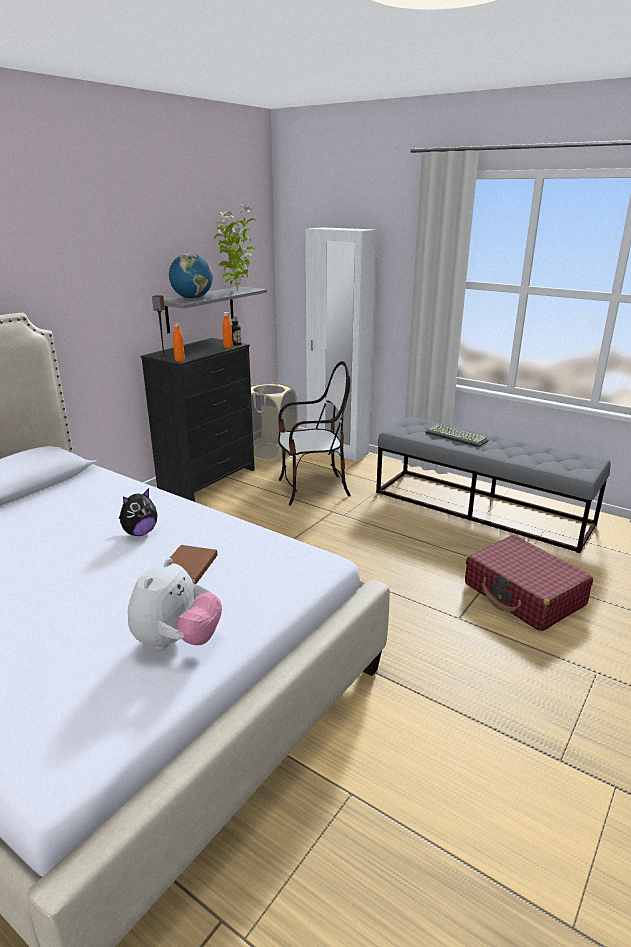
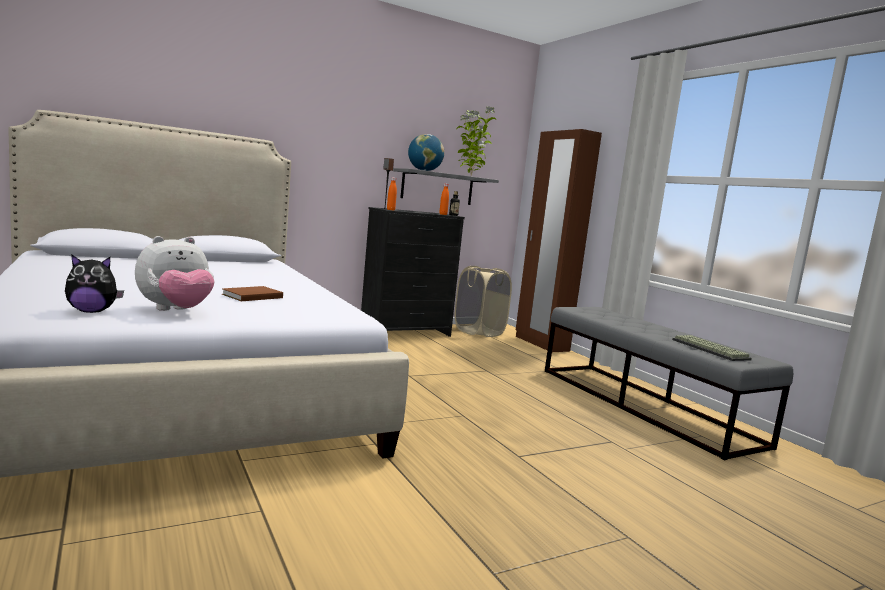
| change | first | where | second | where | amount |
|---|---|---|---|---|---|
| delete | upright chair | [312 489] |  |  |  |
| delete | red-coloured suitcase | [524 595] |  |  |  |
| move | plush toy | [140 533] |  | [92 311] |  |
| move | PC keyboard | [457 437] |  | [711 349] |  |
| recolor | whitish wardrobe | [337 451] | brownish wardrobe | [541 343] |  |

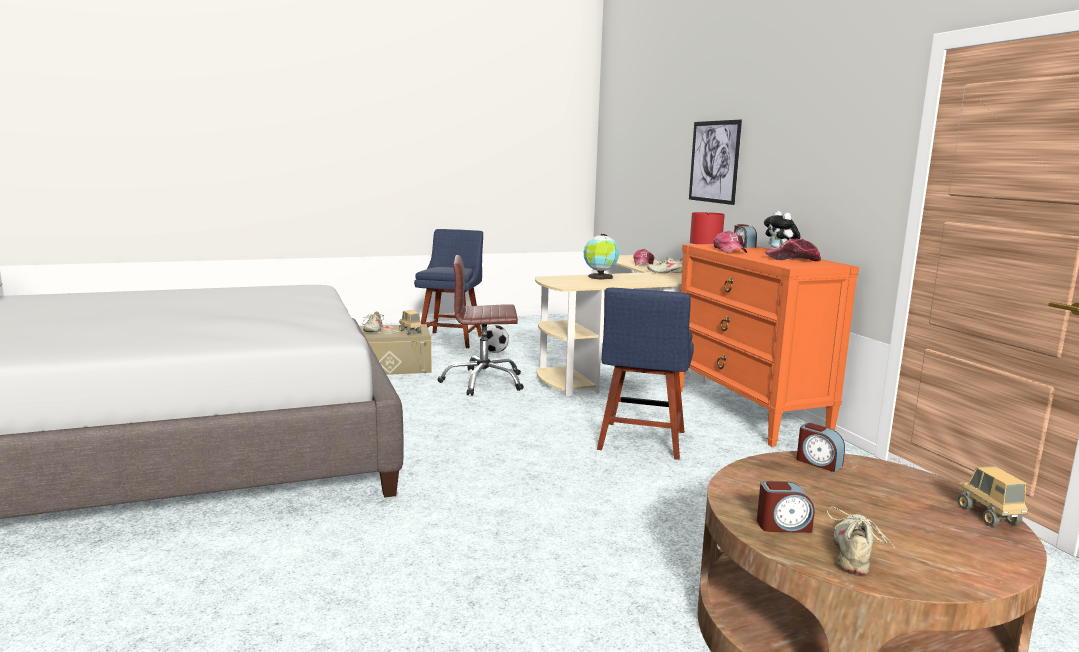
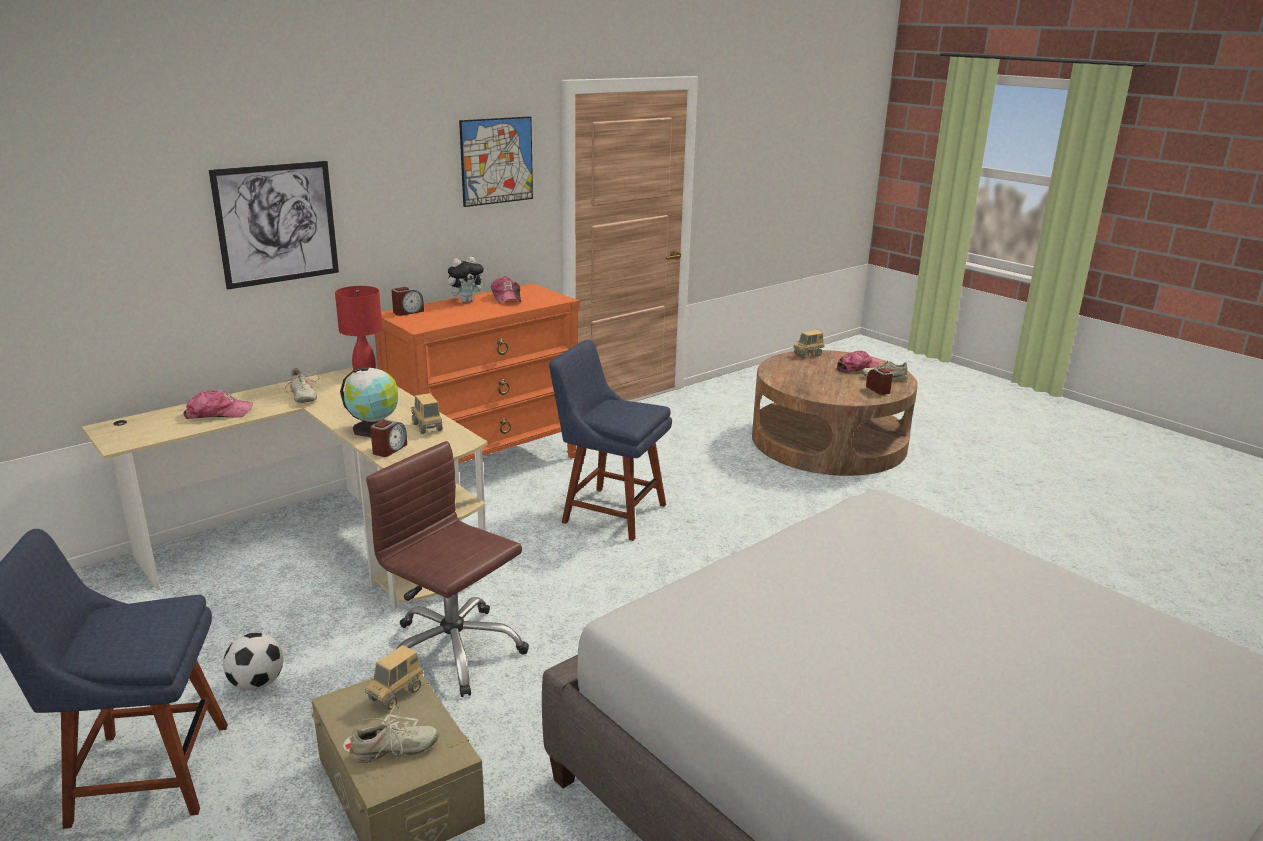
| change | first | where | second | where | amount |
|---|---|---|---|---|---|
| insert |  |  | toy truck | [427 427] |  |
| insert |  |  | wall picture | [497 161] |  |
| move | peaked cap | [729 250] |  | [857 368] |  |
| move | alarm clock | [818 462] |  | [389 449] |  |
| rotate | brownish office chair | [483 382] |  | [453 651] | 150 degrees clockwise |
| rotate | blue upright chair | [641 442] |  | [609 512] | 150 degrees counterclockwise |

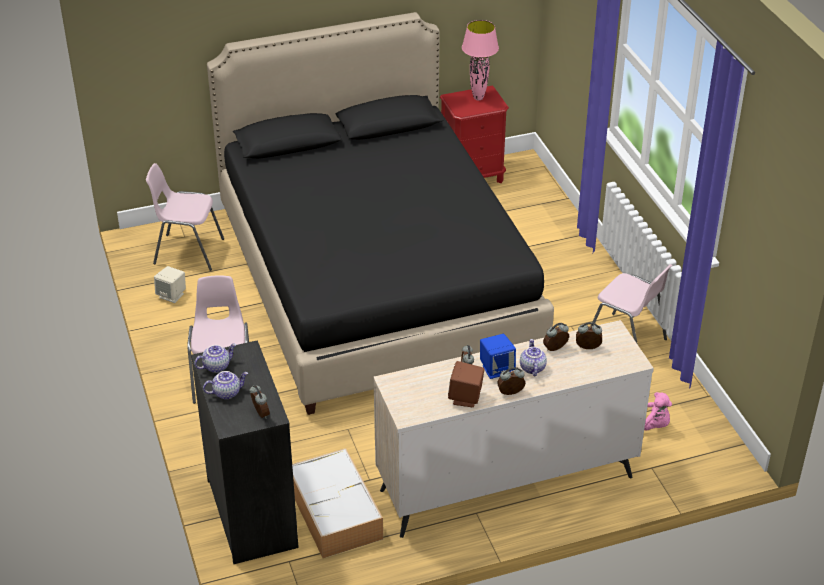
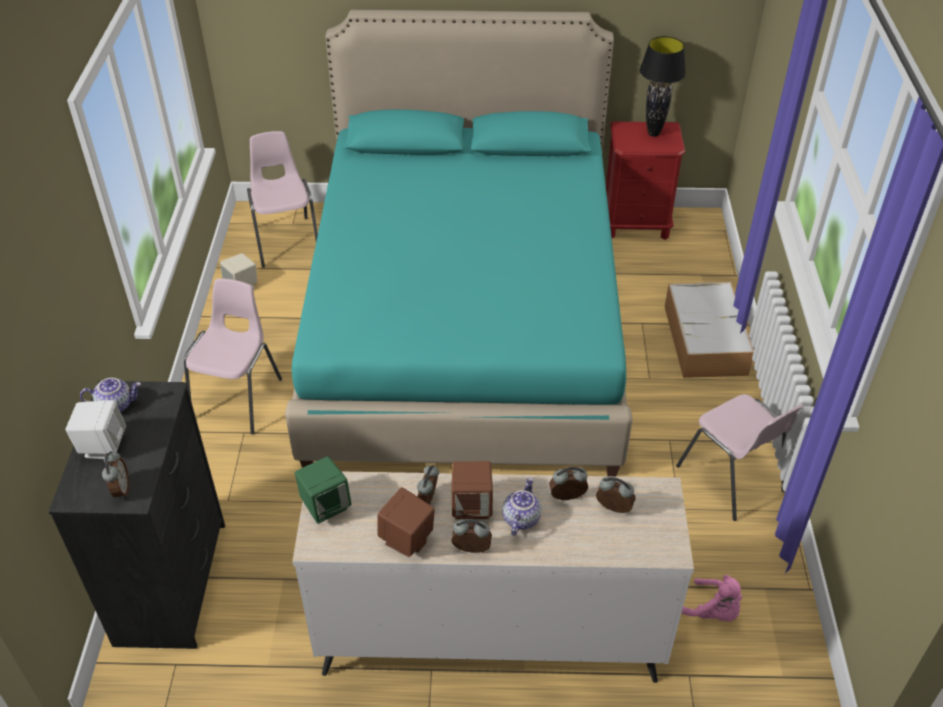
| change | first | where | second | where | amount |
|---|---|---|---|---|---|
| insert |  |  | green-coloured audio speaker | [325 506] |  |
| move | storage box | [336 513] |  | [706 341] |  |
| replace | pot for tea | [227 392] | whitish audio speaker | [103 446] |  |
| recolor | black-coloured bedroom bed | [375 282] | turquoise-coloured bedroom bed | [464 324] |  |
| recolor | pink lamp for a table | [478 98] | black-coloured lamp for a table | [654 133] |  |
| recolor | blue audio speaker | [496 369] | brownish audio speaker | [472 506] |  |
| rotate | pink upright chair | [188 251] |  | [286 241] | 45 degrees clockwise |

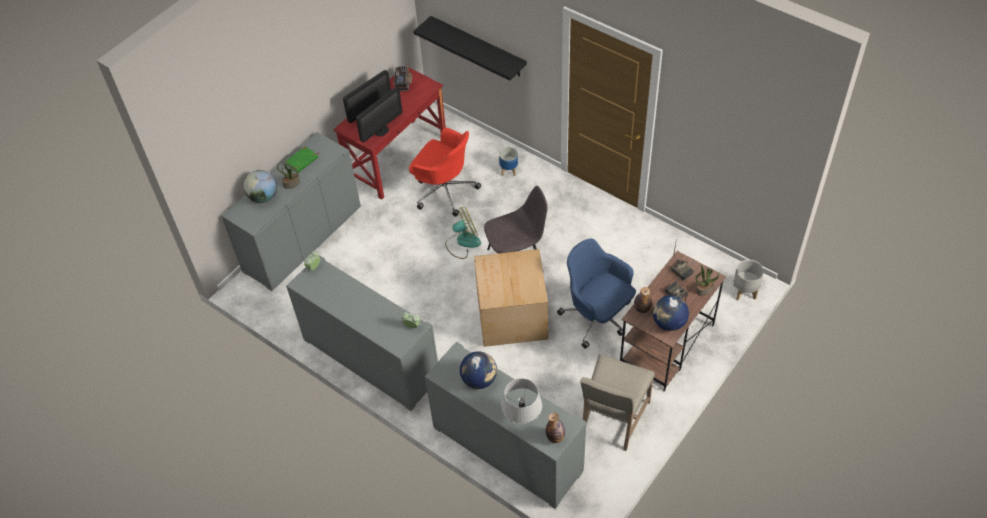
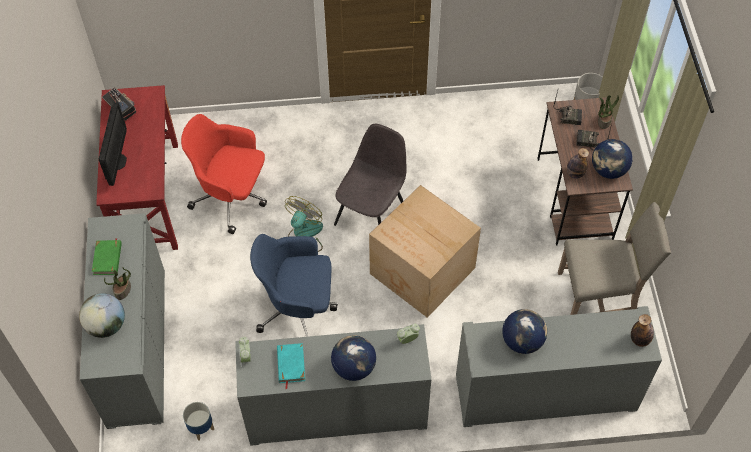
| change | first | where | second | where | amount |
|---|---|---|---|---|---|
| delete | computer display | [381 130] |  |  |  |
| delete | black-coloured shelf | [478 47] |  |  |  |
| delete | greyish lamp for a table | [522 418] |  |  |  |
| insert |  |  | turquoise-coloured book | [290 365] |  |
| insert |  |  | world globe | [354 367] |  |
| move | planter | [508 170] |  | [201 428] |  |
| move | blue office chair | [597 317] |  | [298 309] |  |
| rotate | red-coloured office chair | [444 190] |  | [232 197] | 150 degrees counterclockwise |
| rotate | sand-coloured upright chair | [612 419] |  | [599 296] | 75 degrees counterclockwise |

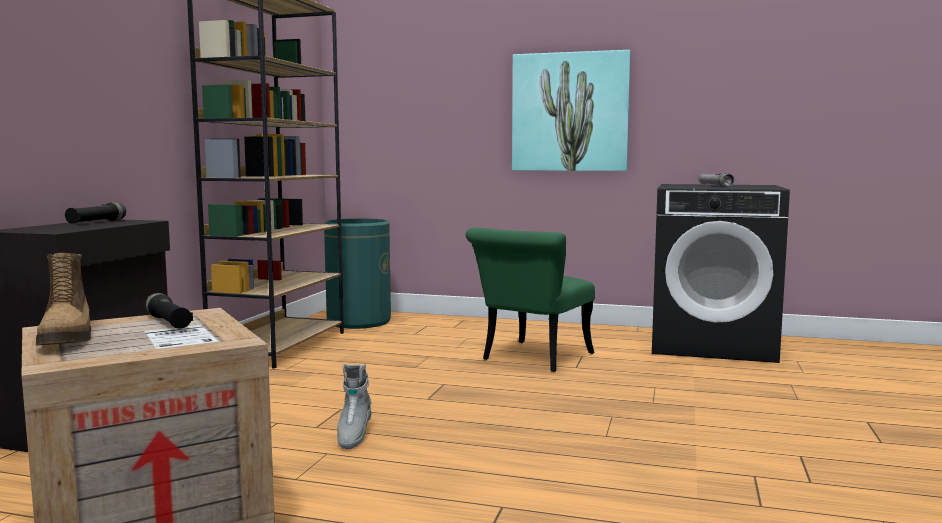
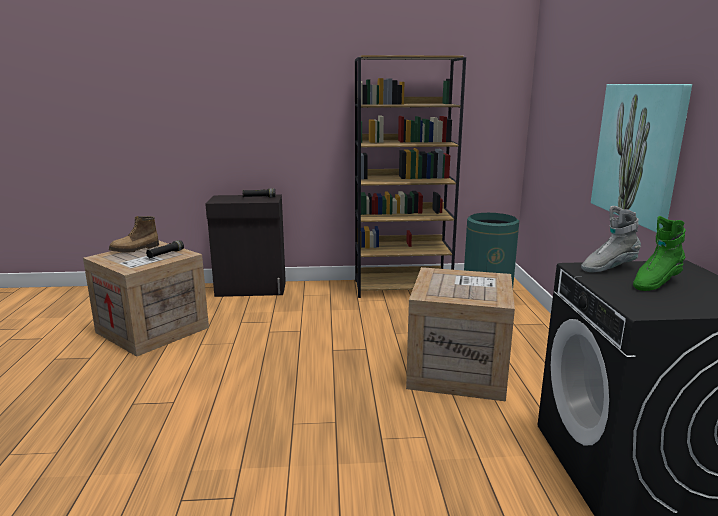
| change | first | where | second | where | amount |
|---|---|---|---|---|---|
| move | greyish high-top boot | [353 436] |  | [608 268] |  |
| replace | green-coloured upright chair | [531 359] | shipping crate | [456 369] |  |
| replace | greyish hand torch | [715 186] | green-coloured high-top boot | [655 283] |  |

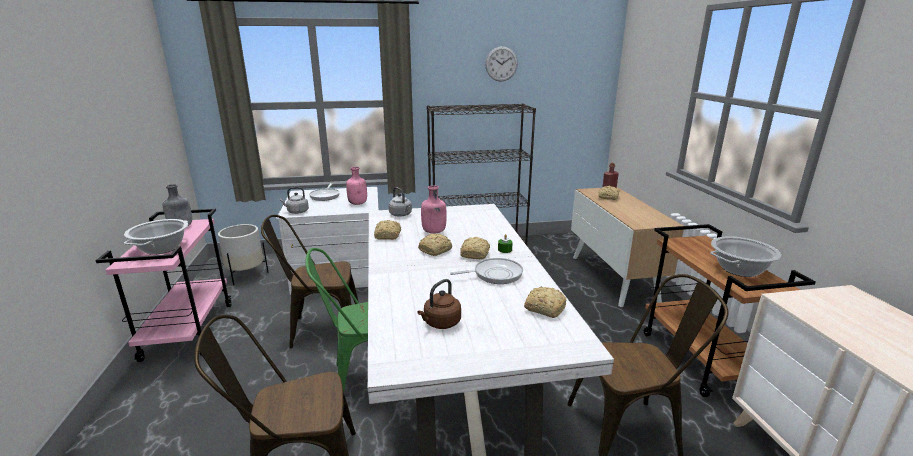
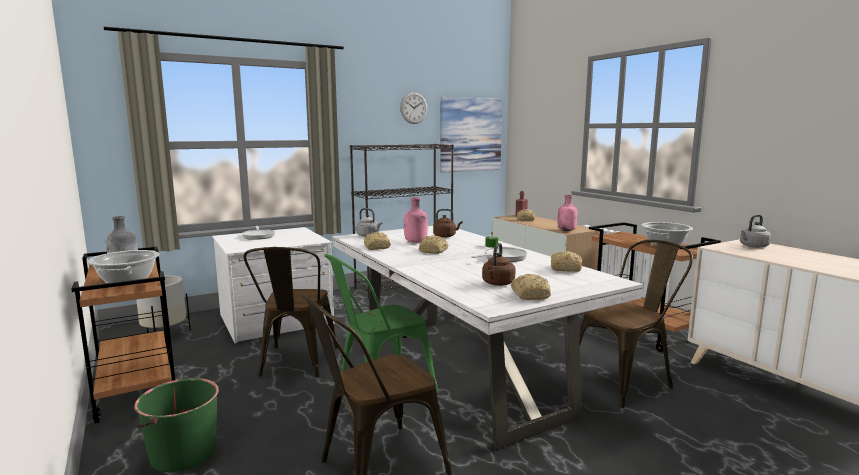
| change | first | where | second | where | amount |
|---|---|---|---|---|---|
| insert |  |  | green-coloured water bucket | [182 453] |  |
| insert |  |  | brownish water kettle | [445 236] |  |
| insert |  |  | wall picture | [470 135] |  |
| move | greyish water kettle | [296 212] |  | [753 246] |  |
| move | pink bottle | [358 203] |  | [566 230] |  |
| move | baked bread | [475 254] |  | [530 295] |  |
| recolor | pink wheeled cart | [189 330] | brownish wheeled cart | [136 389] |  |
| rotate | brownish upright chair | [320 329] |  | [295 364] | 60 degrees counterclockwise |

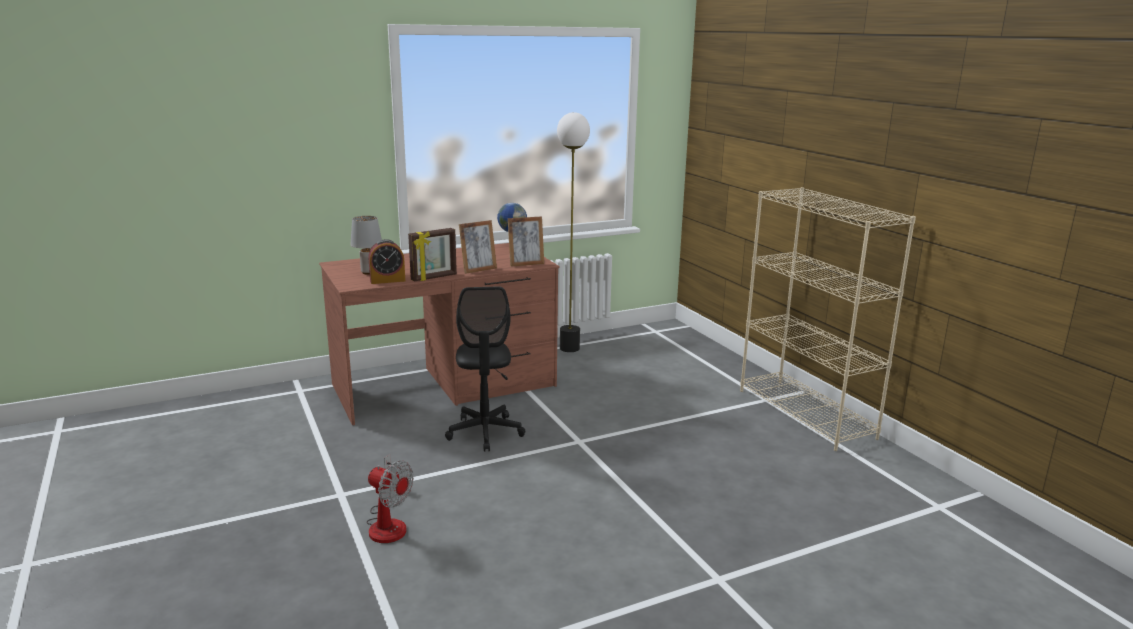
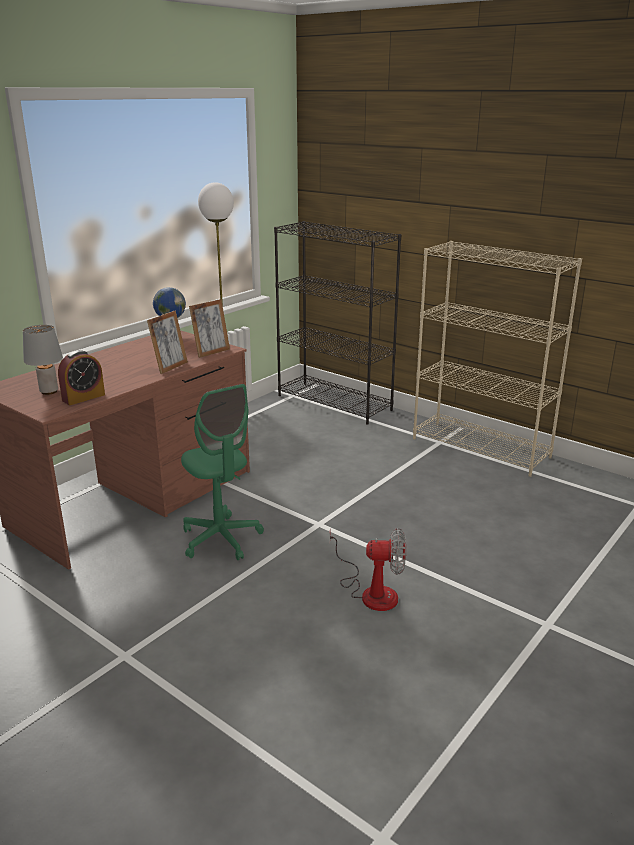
| change | first | where | second | where | amount |
|---|---|---|---|---|---|
| delete | picture frame | [434 277] |  |  |  |
| insert |  |  | black-coloured bookcase | [335 403] |  |
| move | electric fan | [388 523] |  | [371 591] |  |
| recolor | black-coloured office chair | [485 432] | green-coloured office chair | [221 539] |  |

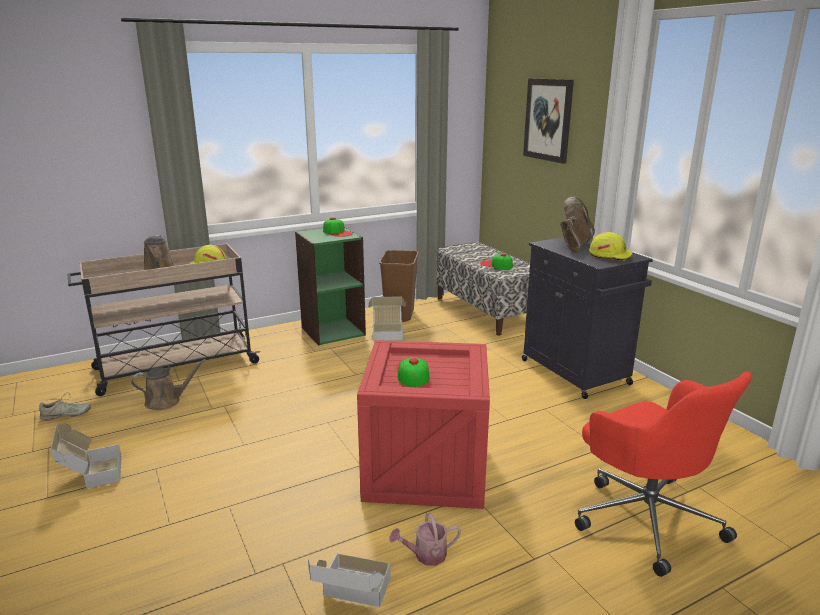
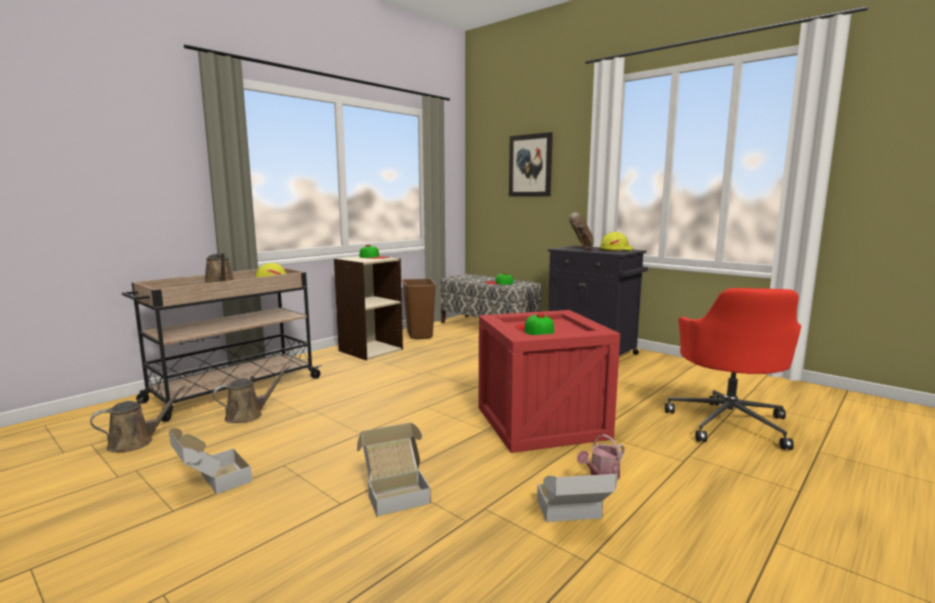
| change | first | where | second | where | amount |
|---|---|---|---|---|---|
| move | cardboard box | [387 333] |  | [395 492] |  |
| replace | sand-coloured item of footwear | [65 415] | brownish watering pot | [135 442] |  |
| recolor | green-coloured bookcase | [333 331] | sand-coloured bookcase | [370 350] |  |
| rotate | red-coloured office chair | [645 517] |  | [729 423] | 60 degrees clockwise |

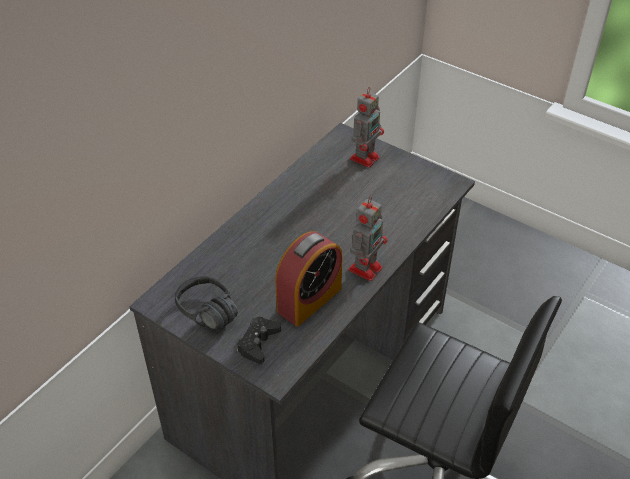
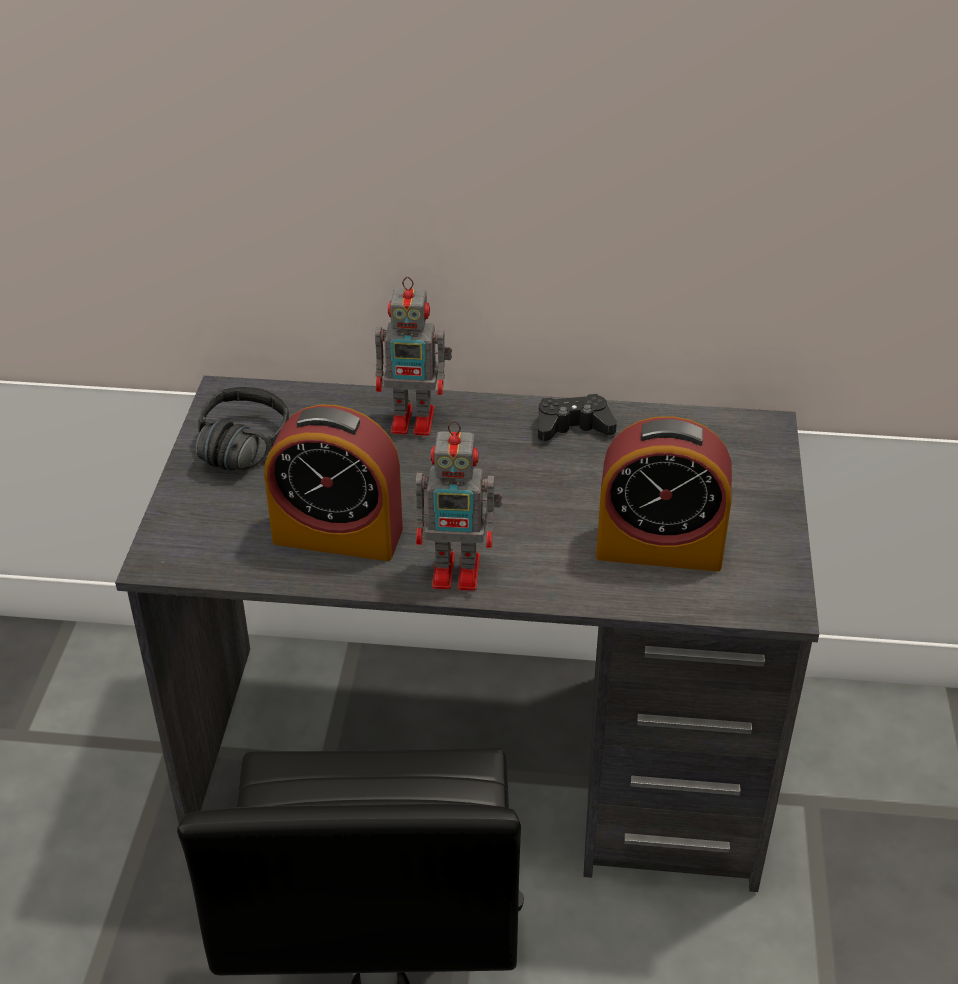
| change | first | where | second | where | amount |
|---|---|---|---|---|---|
| insert |  |  | alarm clock | [659 547] |  |
| move | black-coloured gamepad | [258 343] |  | [573 426] |  |
| move | toy robot | [365 157] |  | [416 420] |  |

